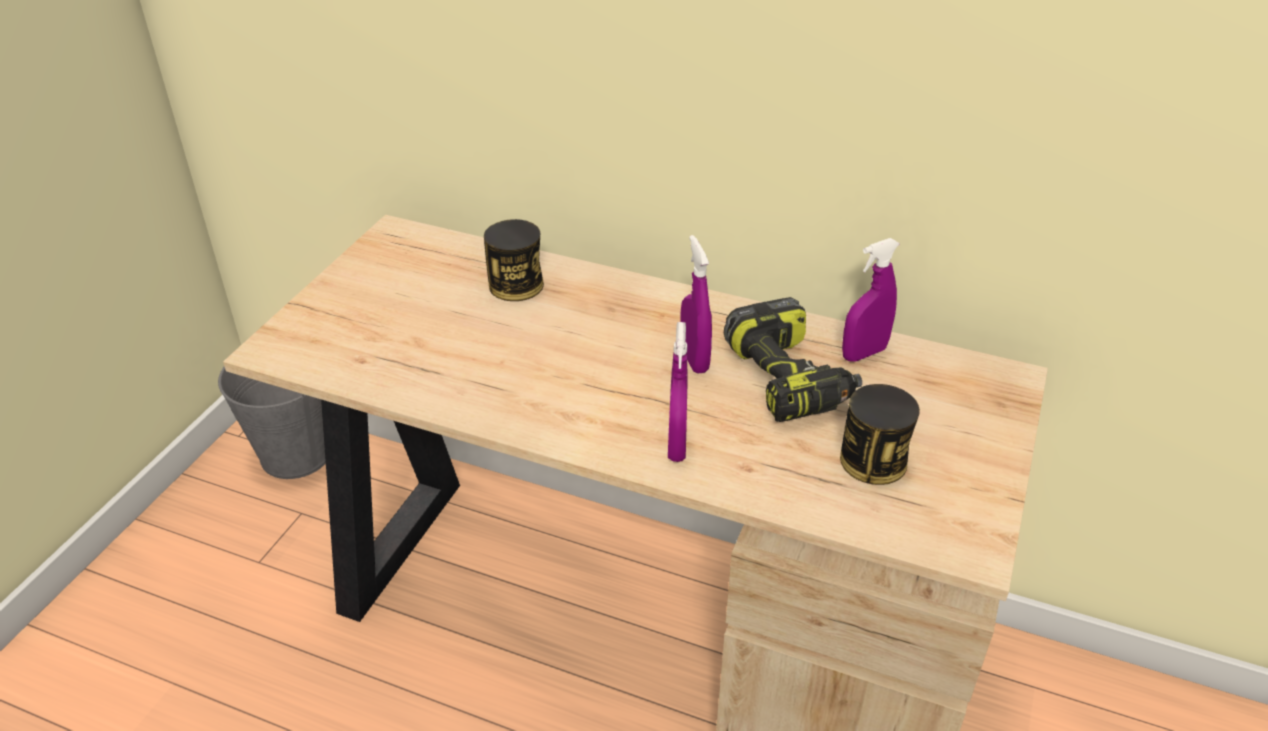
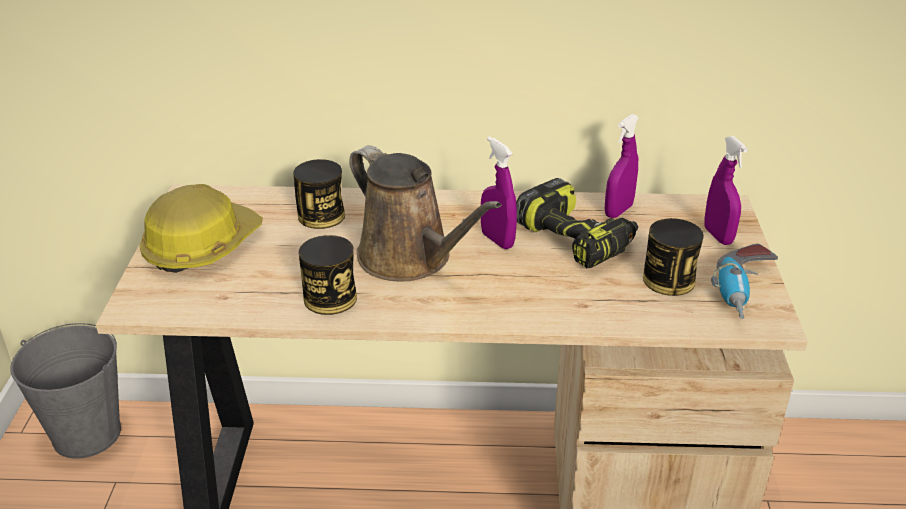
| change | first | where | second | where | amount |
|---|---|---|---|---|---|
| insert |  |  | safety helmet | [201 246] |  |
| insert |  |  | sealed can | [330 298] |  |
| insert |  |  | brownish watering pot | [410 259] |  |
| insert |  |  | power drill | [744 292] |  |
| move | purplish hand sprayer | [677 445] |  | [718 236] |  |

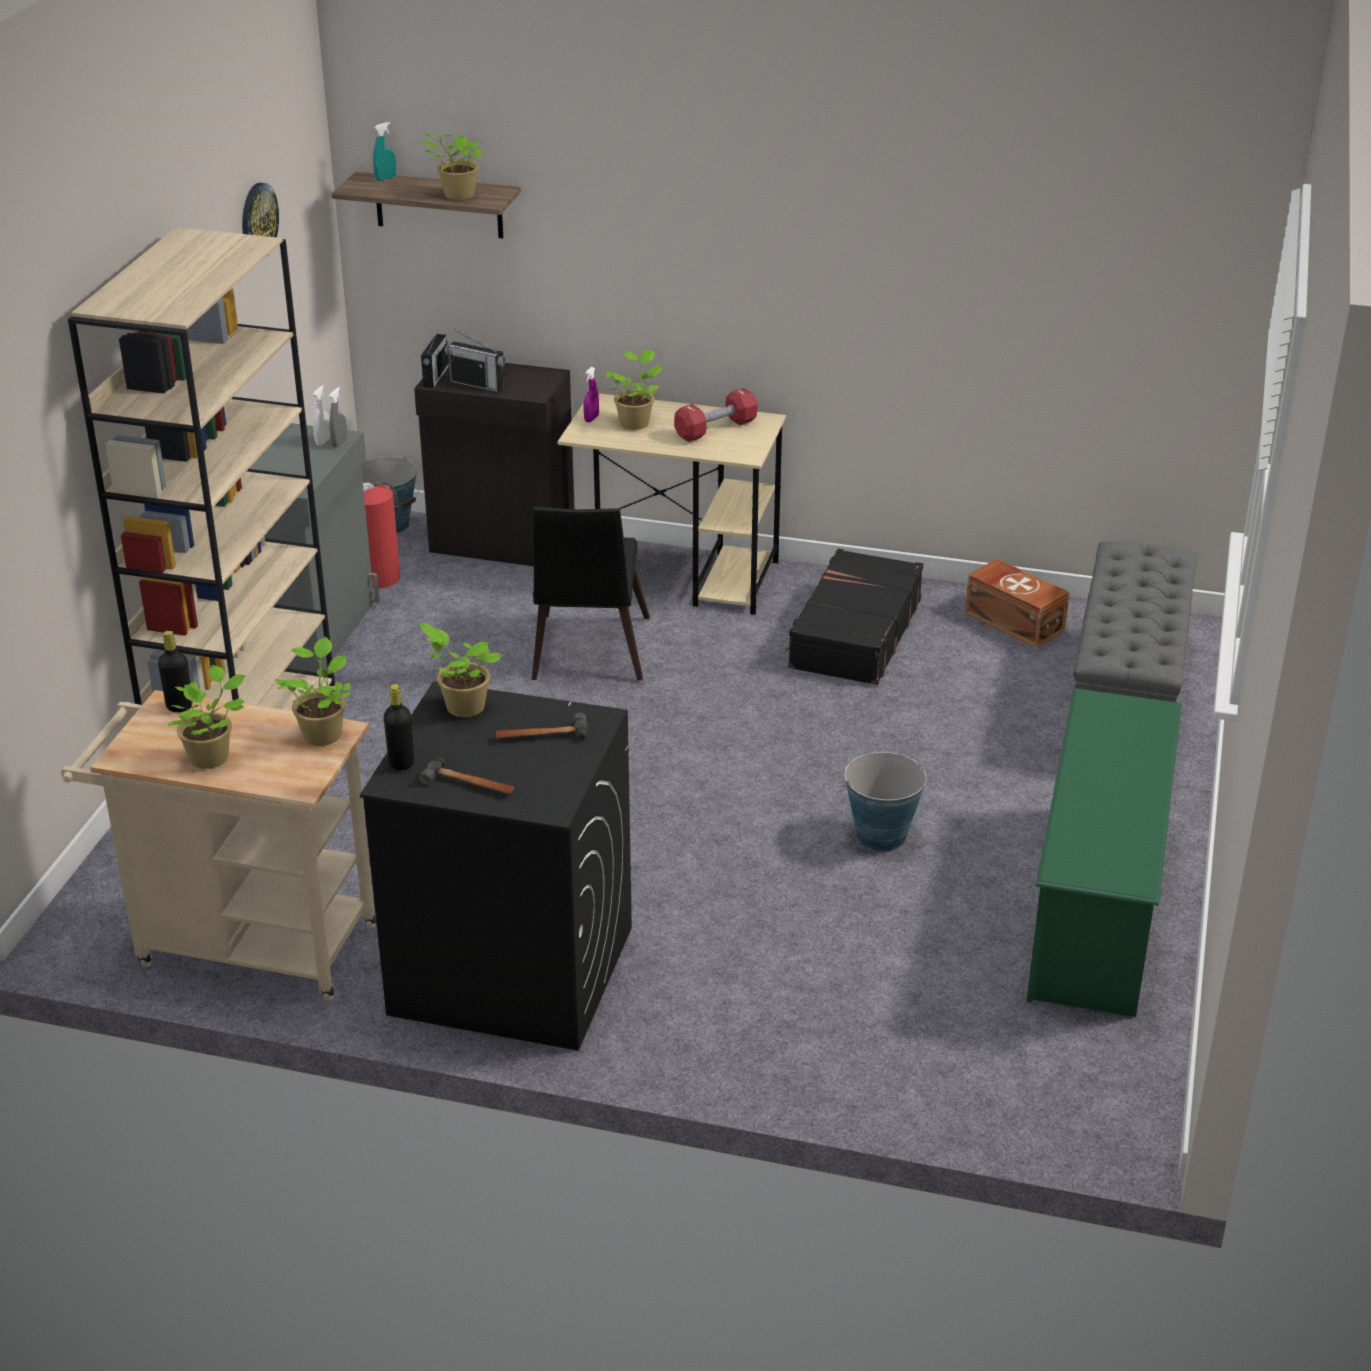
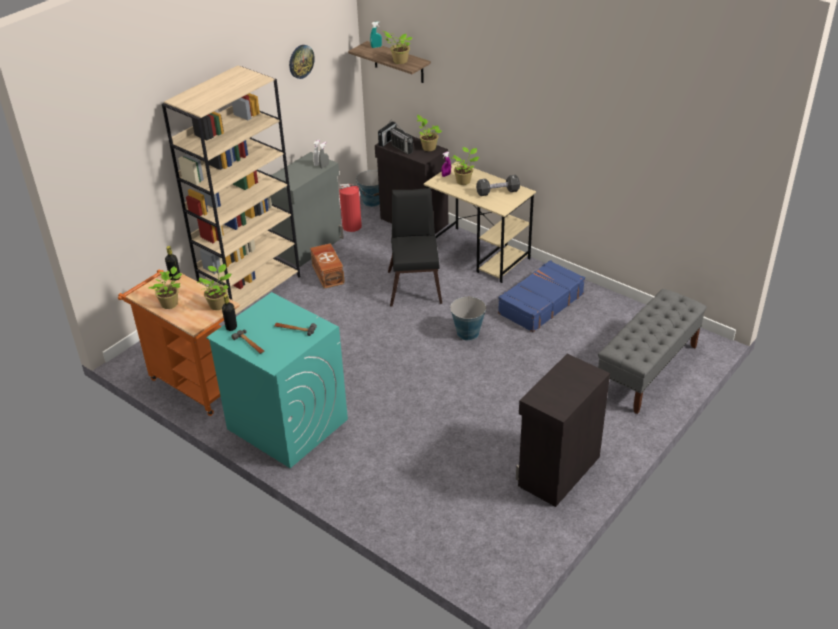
| change | first | where | second | where | amount |
|---|---|---|---|---|---|
| move | houseplant | [462 707] |  | [428 148] |  |
| move | water bucket | [880 836] |  | [467 333] |  |
| move | brownish storage box | [1014 621] |  | [328 273] |  |
| replace | green-coloured shoe shelf | [1096 907] | black-coloured cabinet | [557 471] |  |
| recolor | sand-coloured wheeled cart | [244 944] | orange-coloured wheeled cart | [194 381] |  |
| recolor | black-coloured laundry appliance | [509 971] | turquoise-coloured laundry appliance | [286 424] |  |
| recolor | red-coloured dumbbell | [715 429] | black-coloured dumbbell | [497 192] |  |
| recolor | black-coloured suitcase | [854 634] | blue suitcase | [540 304] |  |
| rotate | black-coloured upright chair | [588 653] |  | [415 284] | 150 degrees clockwise |

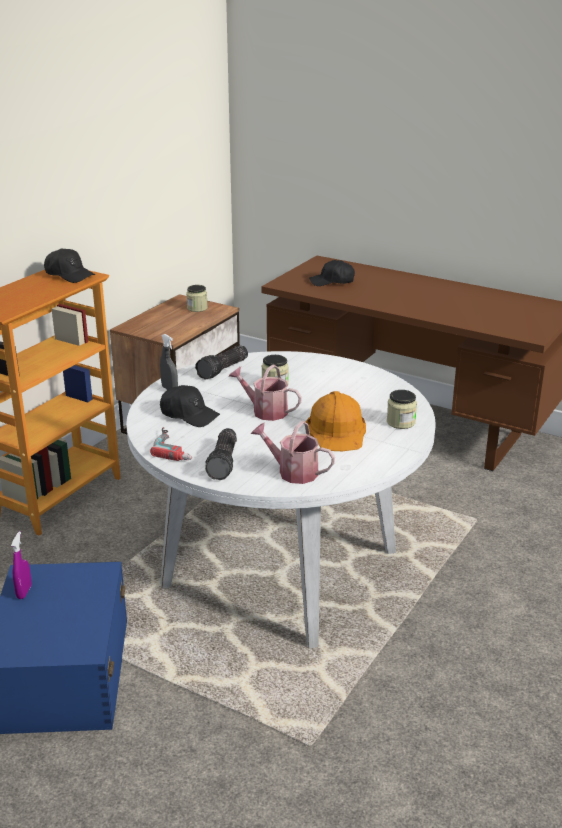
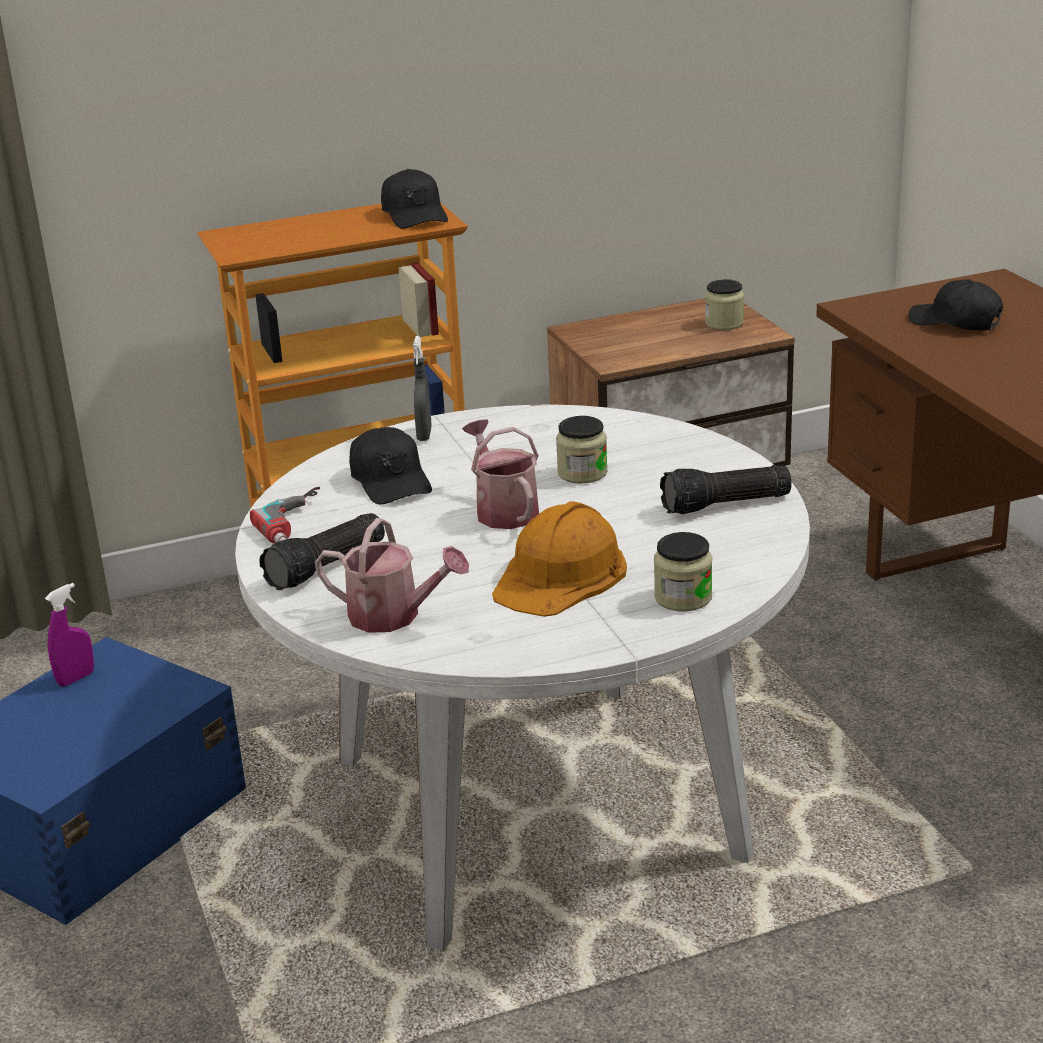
| change | first | where | second | where | amount |
|---|---|---|---|---|---|
| move | hand torch | [224 370] |  | [725 505] |  |
| rotate | watering pot | [293 472] |  | [394 616] | 135 degrees clockwise |

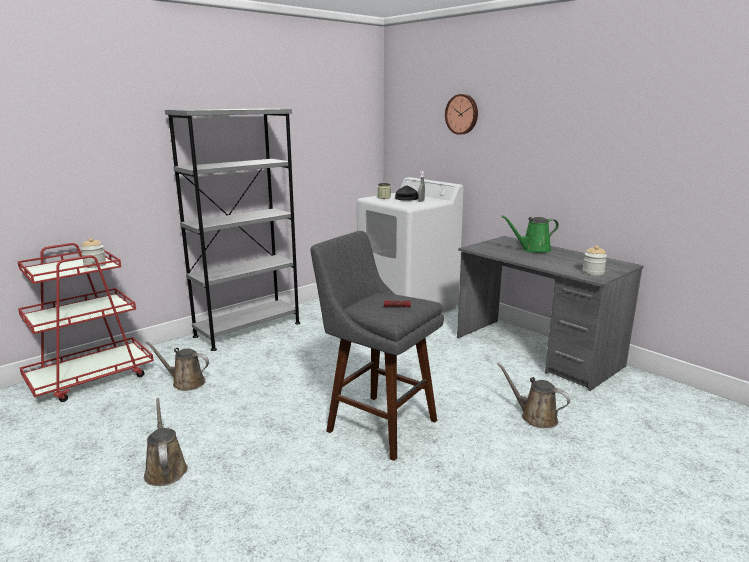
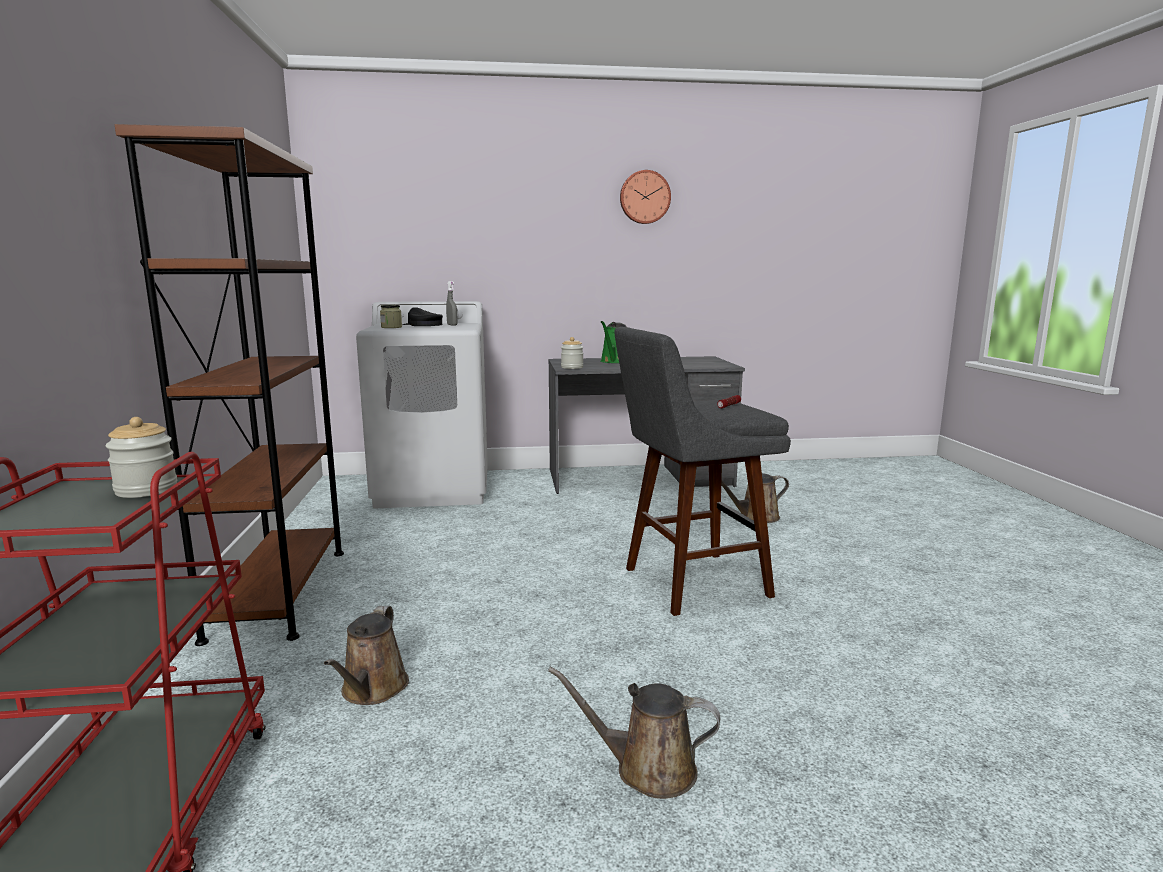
| change | first | where | second | where | amount |
|---|---|---|---|---|---|
| move | hanging clock | [462 114] |  | [644 197] |  |
| move | preserve jar | [593 272] |  | [572 367] |  |
| recolor | greyish bookcase | [248 330] | brownish bookcase | [279 592] |  |
| rotate | brownish watering pot | [185 382] |  | [372 690] | 45 degrees counterclockwise |

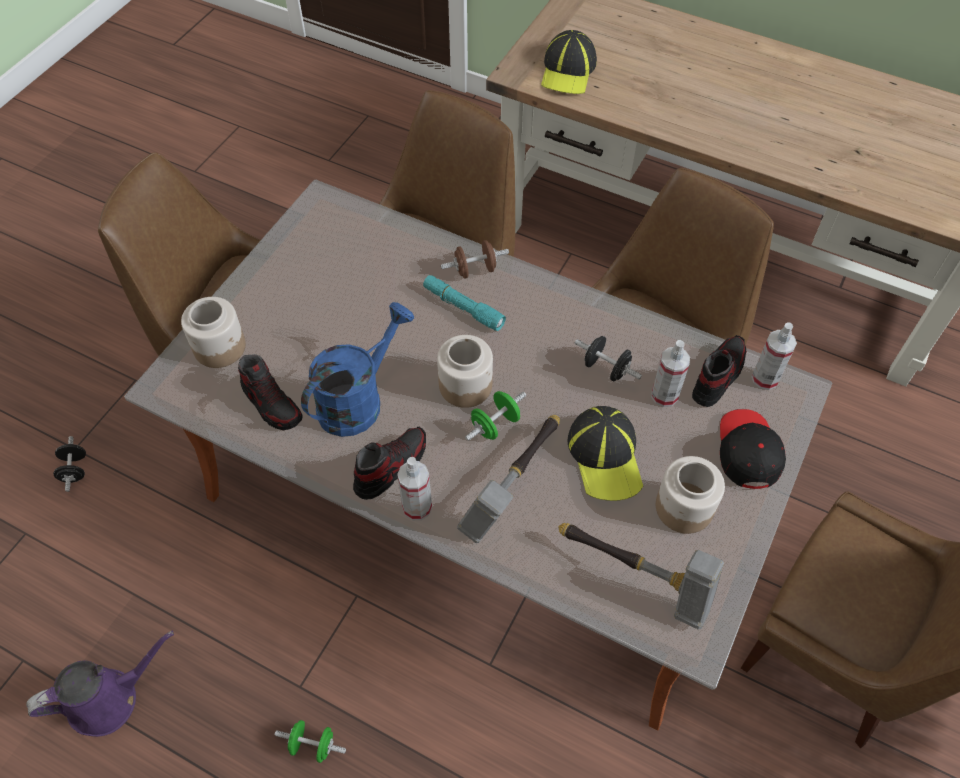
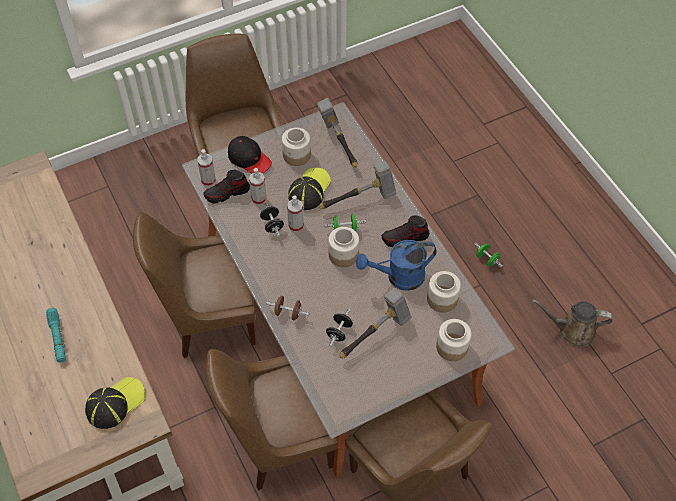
| change | first | where | second | where | amount |
|---|---|---|---|---|---|
| insert |  |  | hammer | [375 335] |  |
| move | black-coloured dumbbell | [75 470] |  | [339 332] |  |
| move | hand sprayer | [417 507] |  | [296 226] |  |
| move | turquoise-coloured hand torch | [463 307] |  | [57 338] |  |
| replace | item of footwear | [272 403] | preserve jar | [442 299] |  |
| recolor | purplish watering pot | [110 698] | brownish watering pot | [572 330] |  |
| rotate | black-coloured peaked cap | [747 451] |  | [249 159] | 90 degrees counterclockwise |

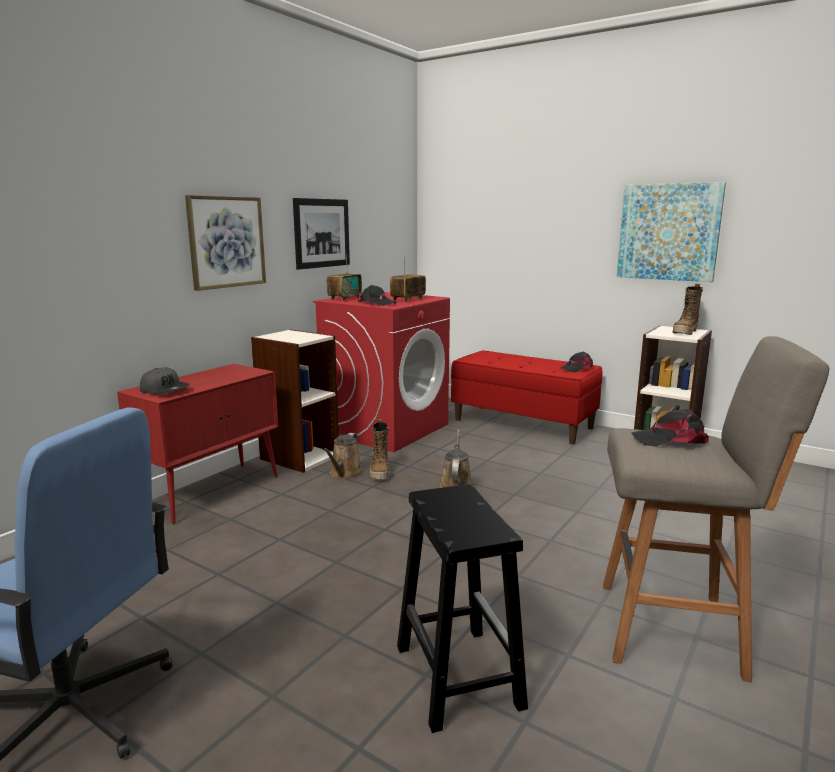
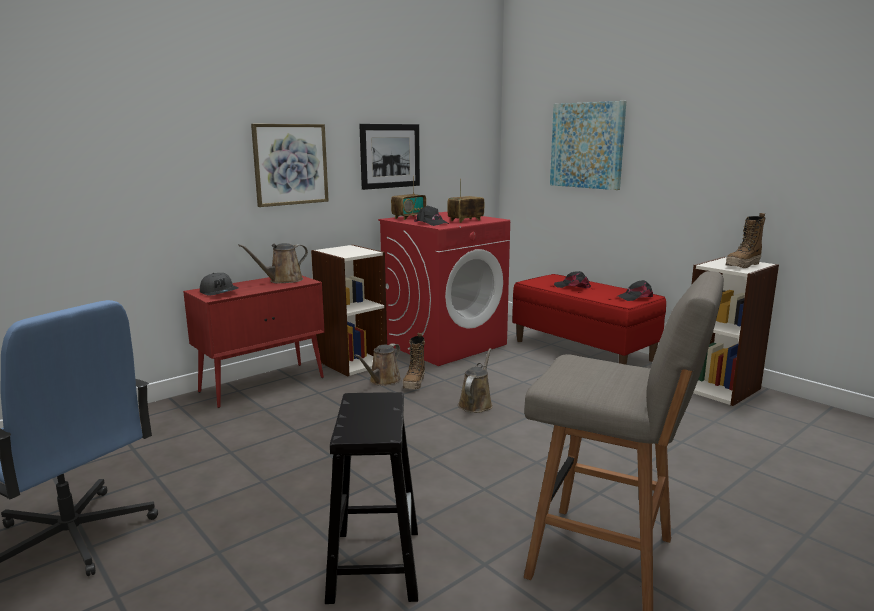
| change | first | where | second | where | amount |
|---|---|---|---|---|---|
| insert |  |  | brownish watering pot | [283 280] |  |
| move | wall picture | [668 232] |  | [587 145] |  |
| move | black-coloured peaked cap | [671 440] |  | [572 286] |  |

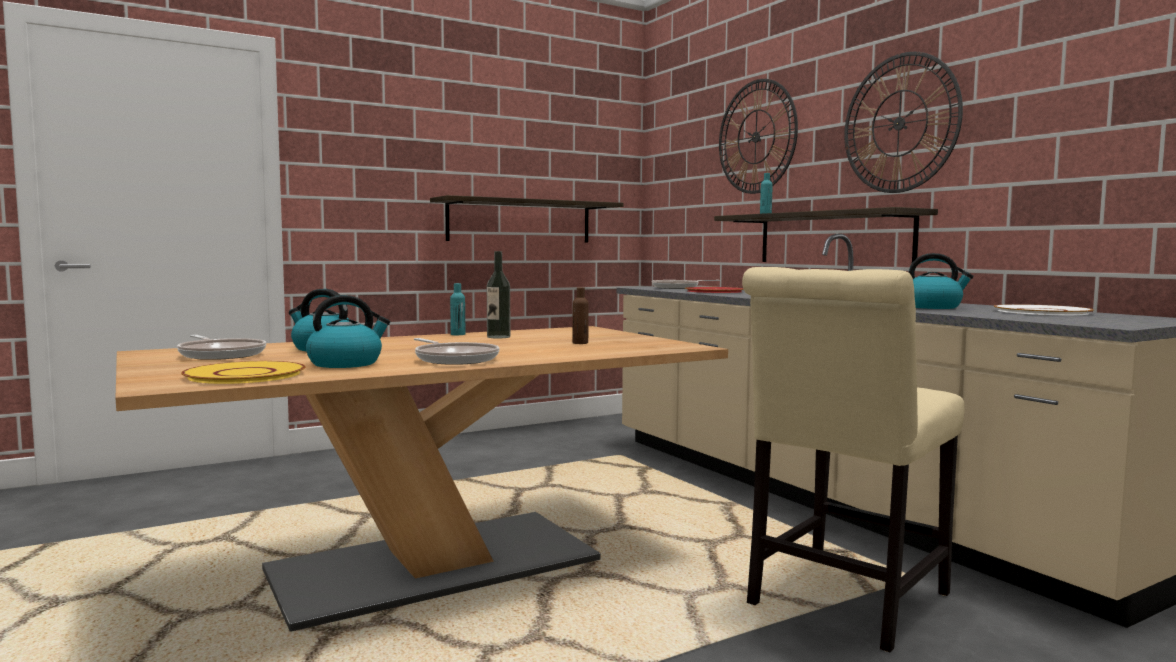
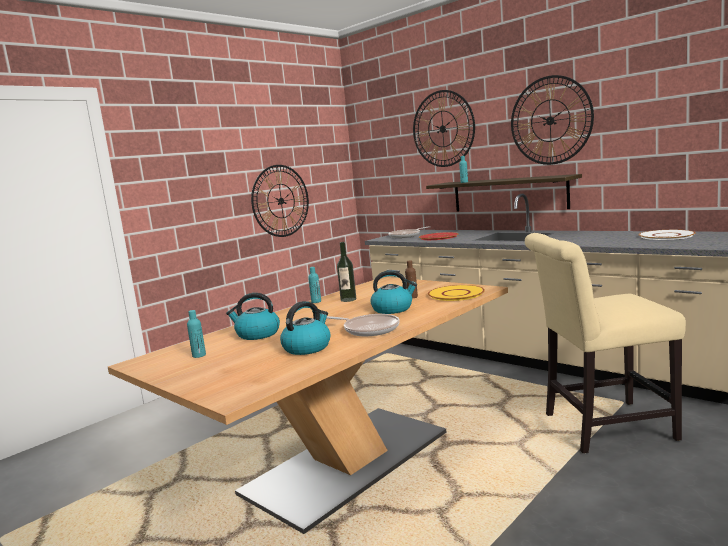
| change | first | where | second | where | amount |
|---|---|---|---|---|---|
| move | yellow plate | [244 375] |  | [455 294] |  |
| move | water kettle | [932 307] |  | [393 309] |  |
| replace | pan | [221 355] | turquoise-coloured bottle | [199 355] |  |
| replace | shelf | [520 221] | hanging clock | [281 201] |  |
| rotate | sand-coloured upright chair | [843 603] |  | [601 427] | 60 degrees clockwise |

